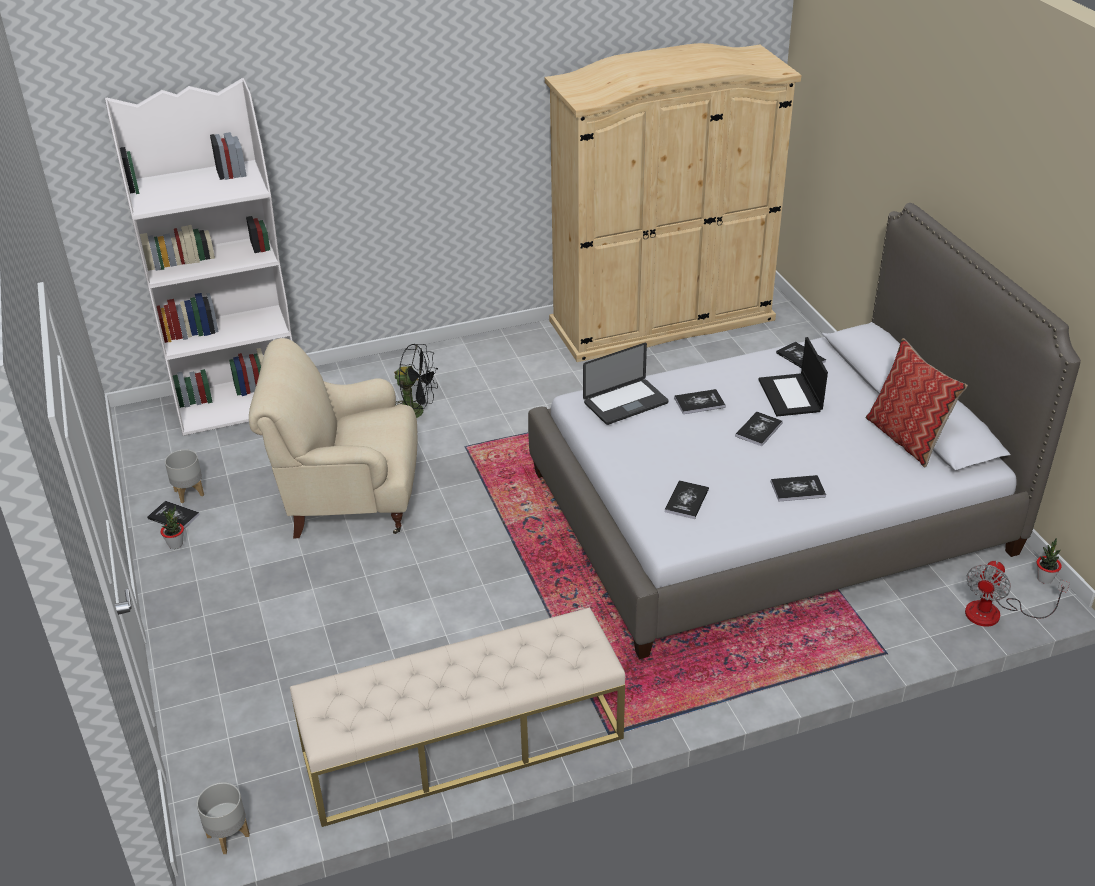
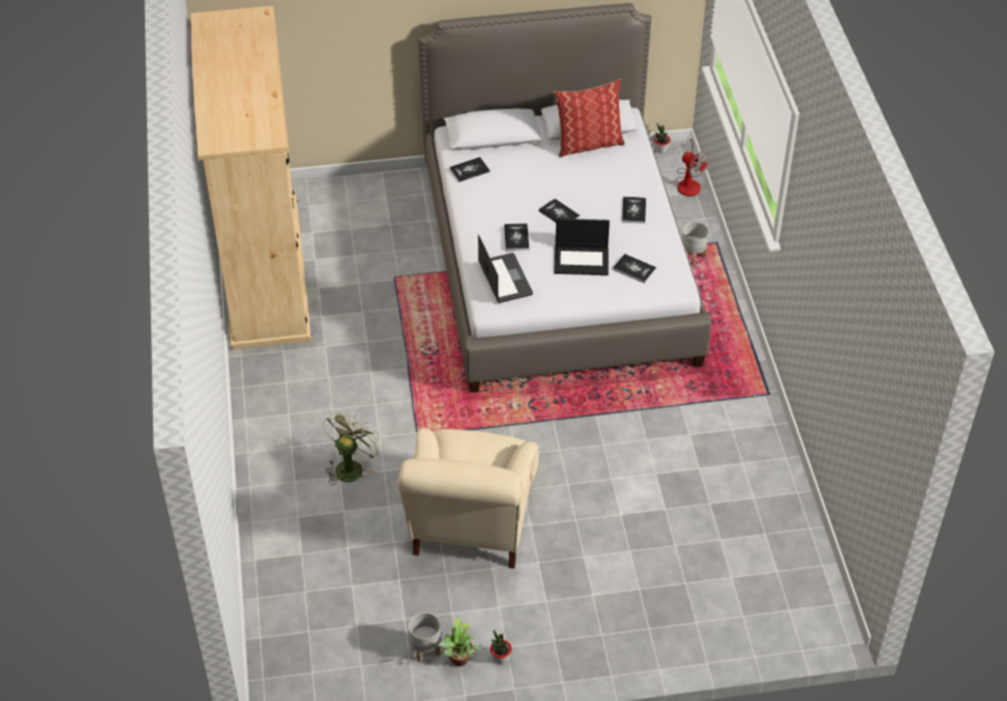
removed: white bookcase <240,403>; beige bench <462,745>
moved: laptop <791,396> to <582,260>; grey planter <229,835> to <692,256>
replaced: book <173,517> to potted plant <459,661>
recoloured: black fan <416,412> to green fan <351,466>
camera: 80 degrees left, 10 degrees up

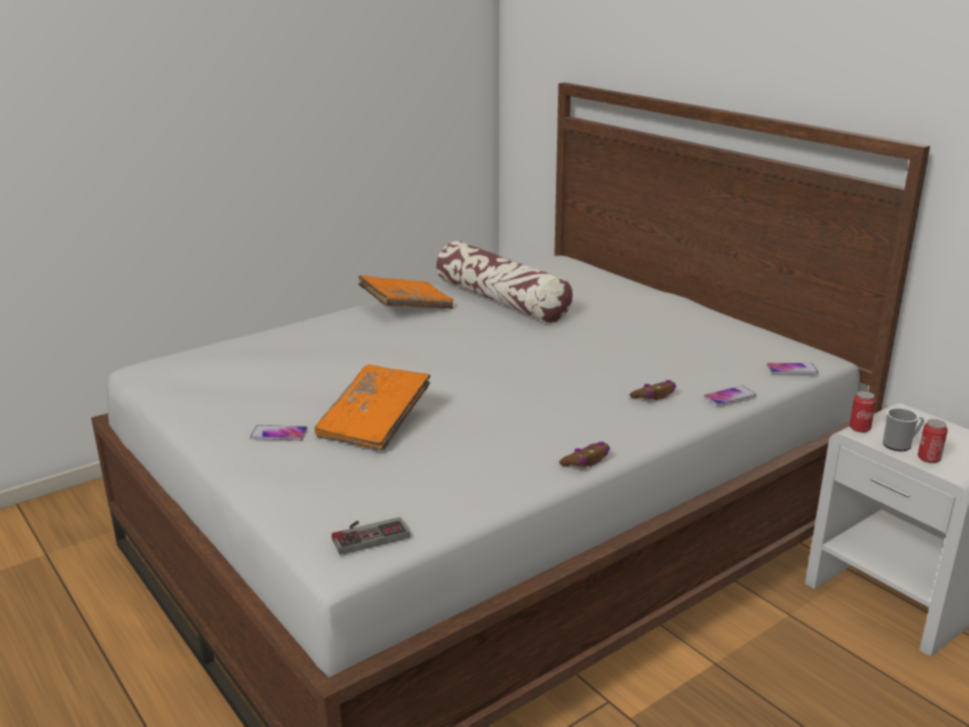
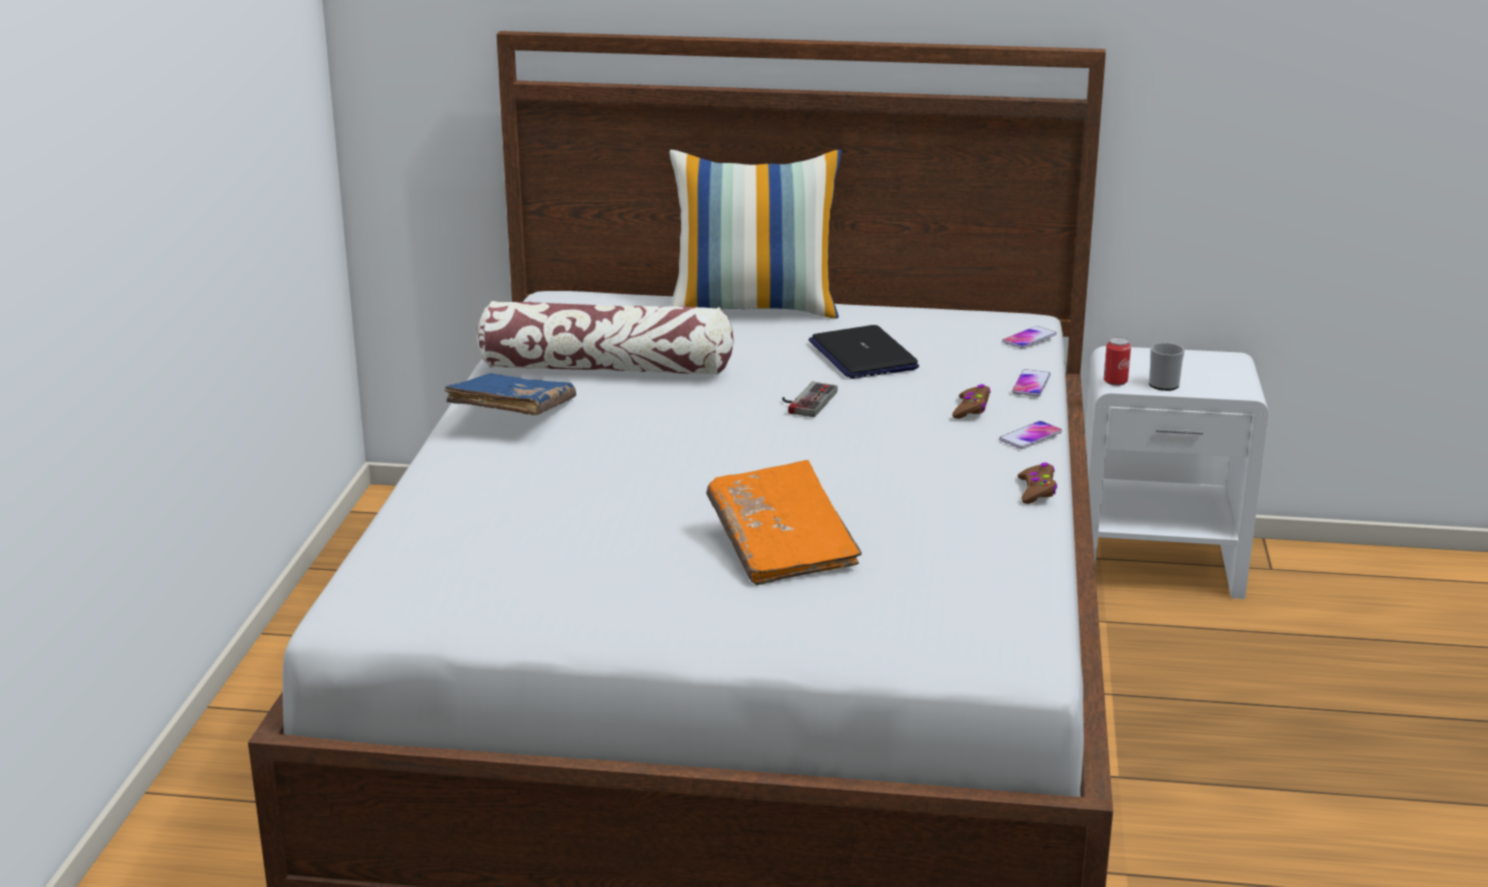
removed: can <928,459>
added: pillow <754,308>; laptop <862,355>
moved: game controller <368,533> to <804,401>; phone <279,434> to <1030,436>
recoloured: orange book <406,307> to blue book <512,416>
camera: 45 degrees left, 0 degrees up

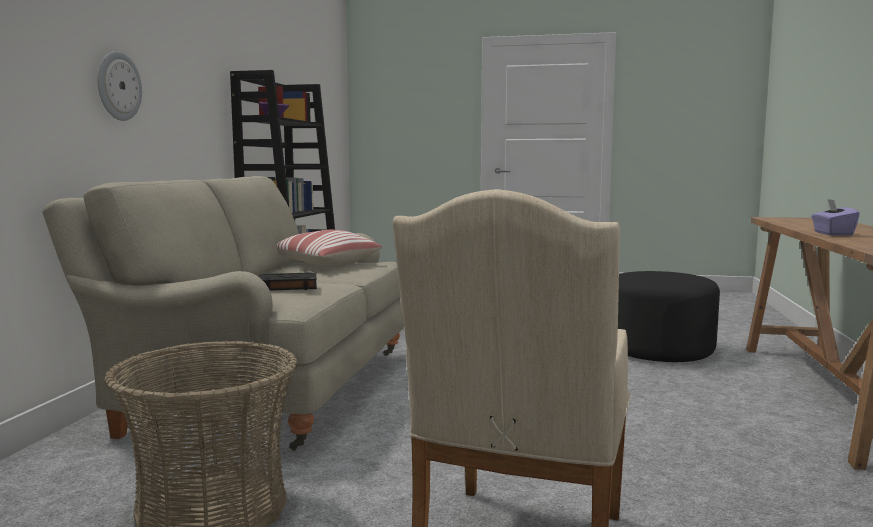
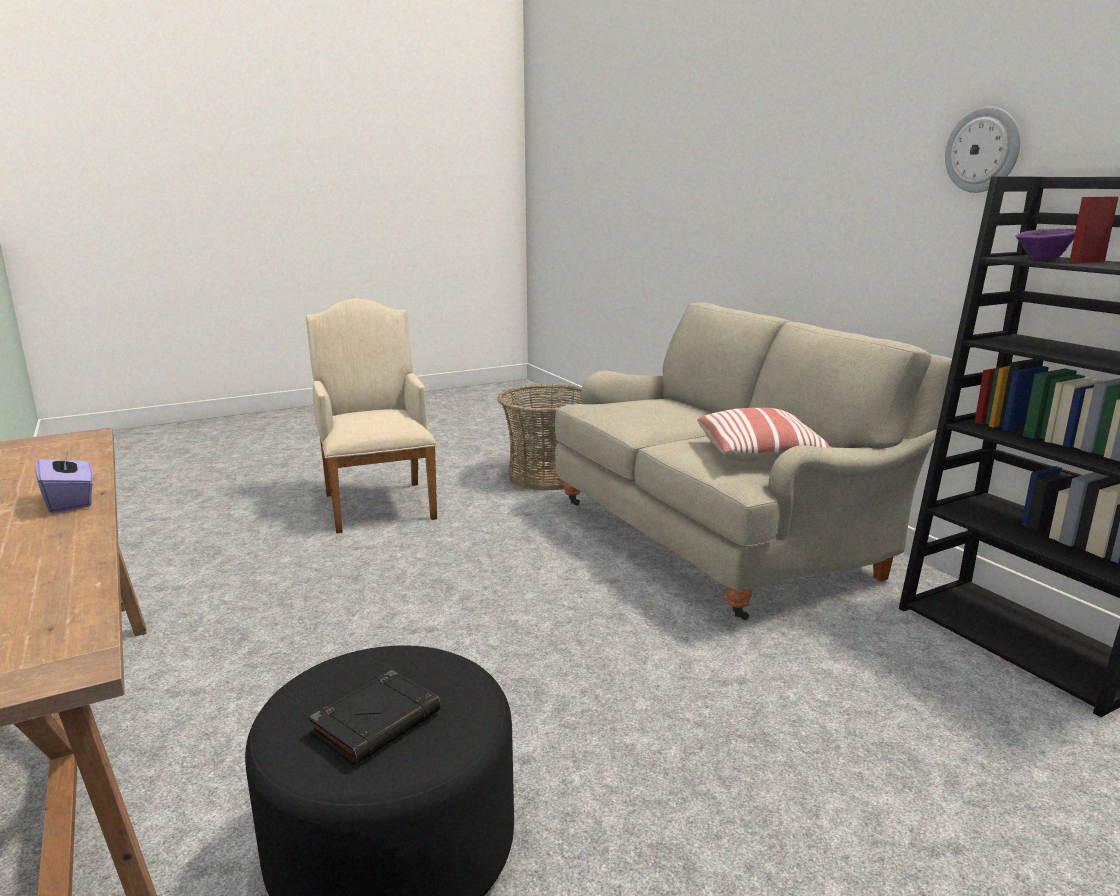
moved: black book <286,286> to <377,722>; wall clock <118,86> to <983,150>
camera: 140 degrees right, 10 degrees up

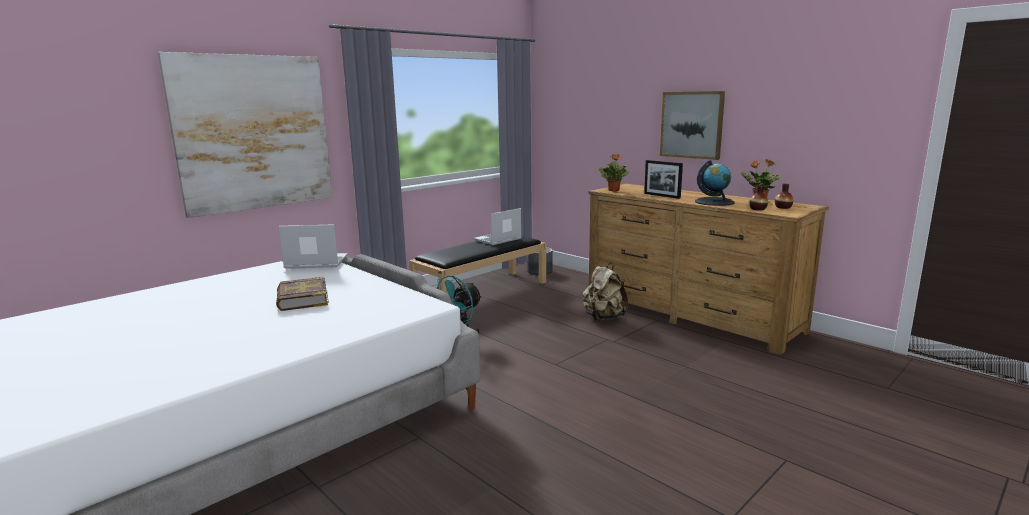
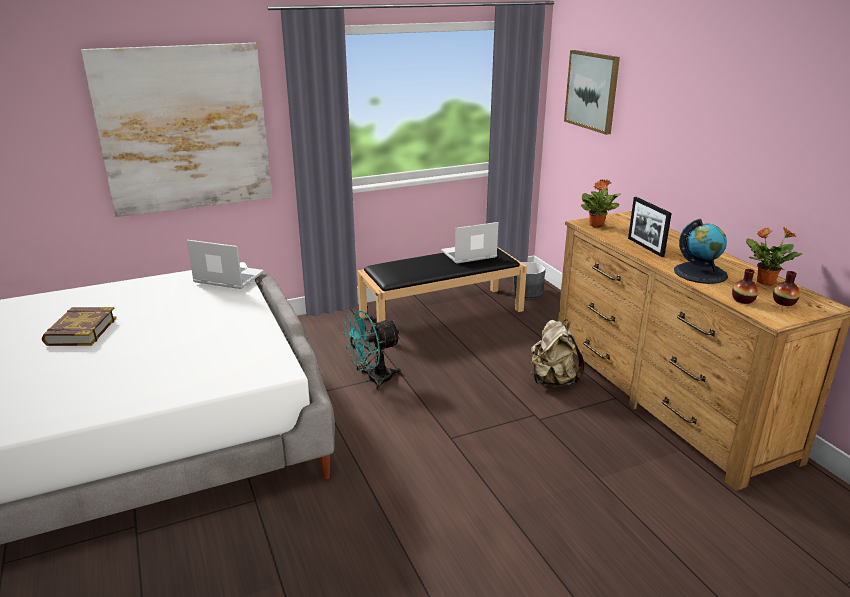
moved: book <302,299> to <81,331>; picture <692,125> to <592,91>
camera: 20 degrees right, 10 degrees up

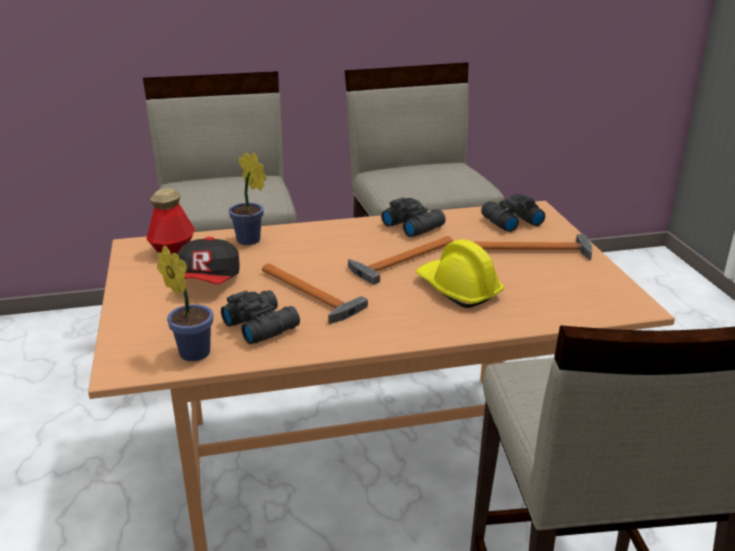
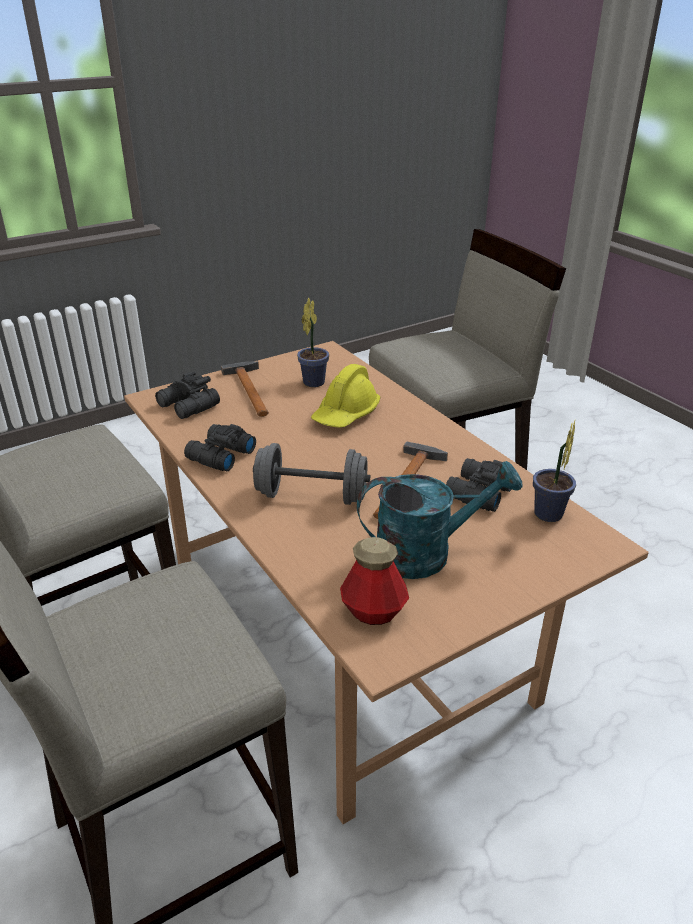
removed: hammer <400,261>
added: grey dumbbell <311,496>
moved: potted plant <251,241> to <315,381>
replaced: cap <208,281> to turquoise watering can <426,553>
camera: 110 degrees left, 5 degrees up

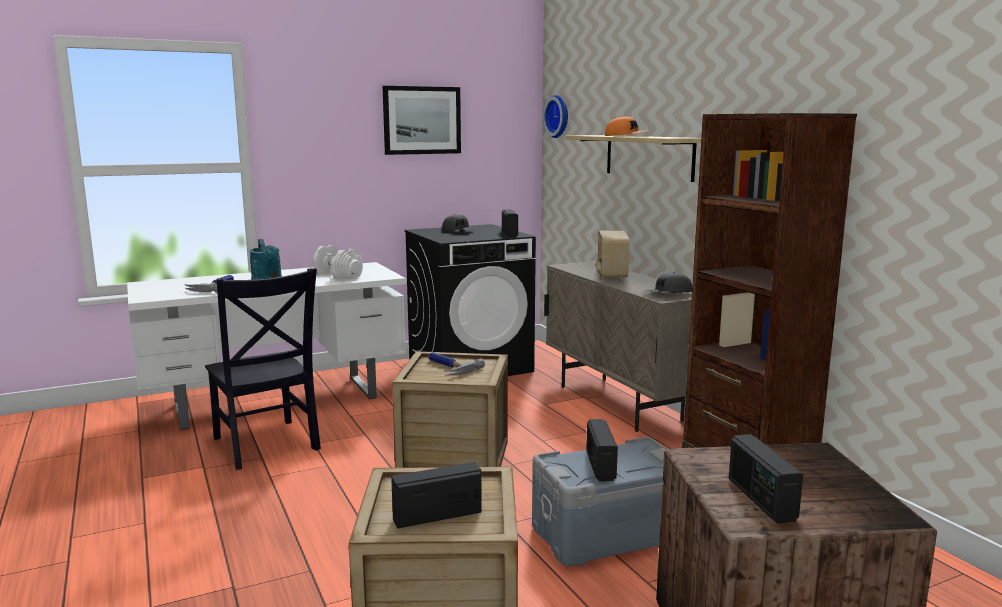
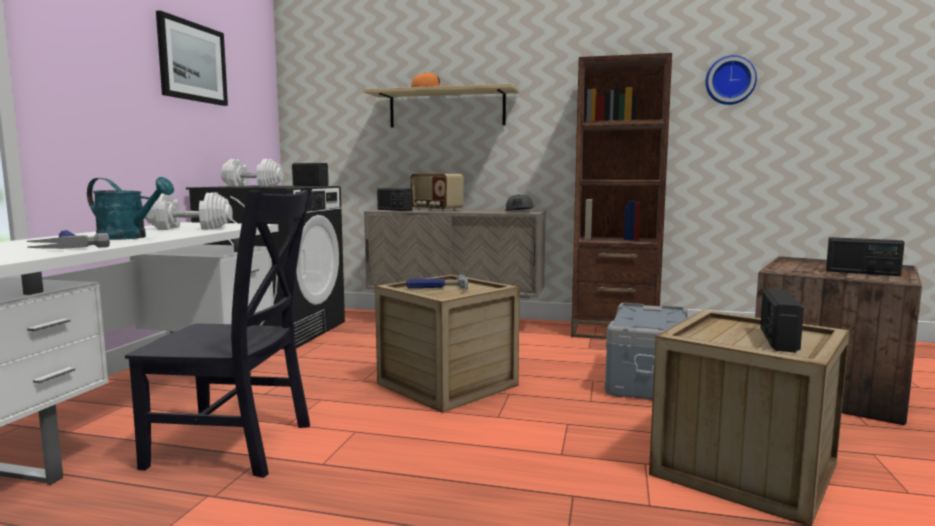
moved: radio <600,465> to <394,210>; wall clock <559,116> to <729,80>
replaced: grey cap <458,231> to white dumbbell <253,186>
camera: 50 degrees left, 5 degrees down

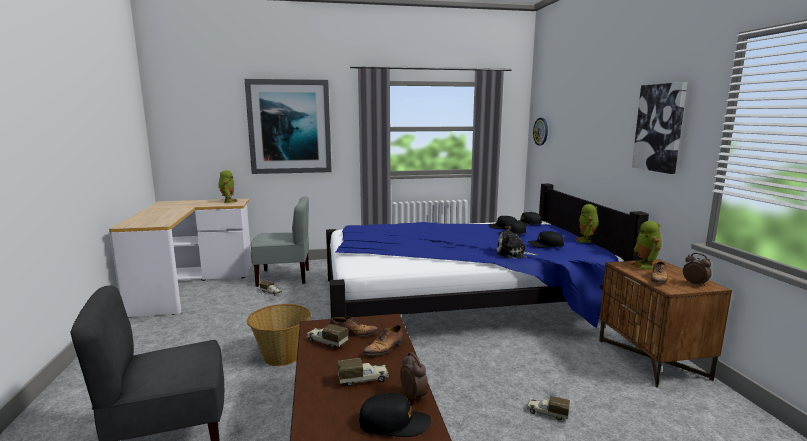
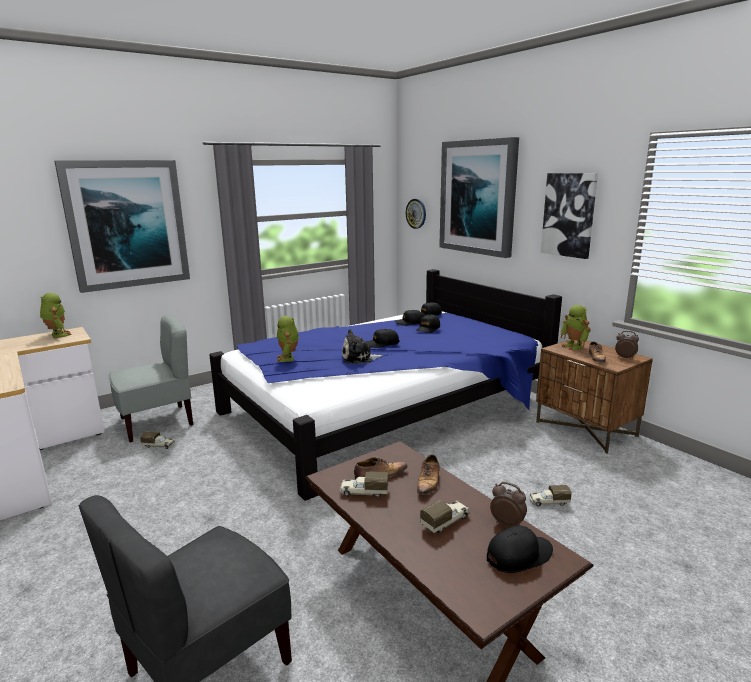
removed: basket <282,356>
added: picture <478,197>
moved: toy robot <586,241> to <288,358>; plush toy <513,254> to <359,358>; black cap <545,245> to <381,344>
camera: 25 degrees left, 5 degrees up

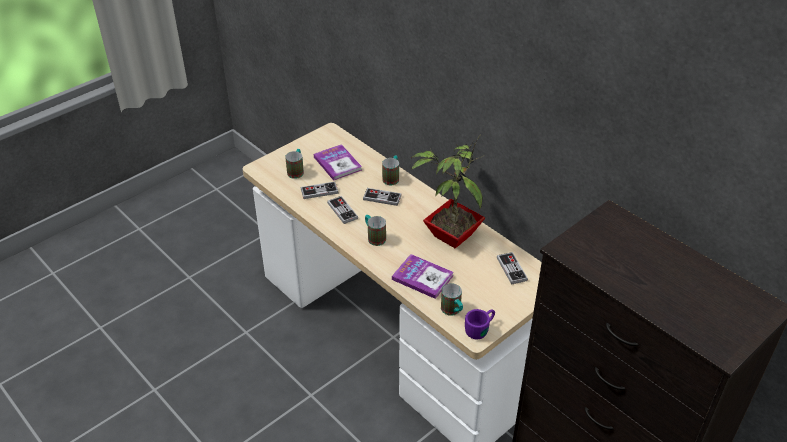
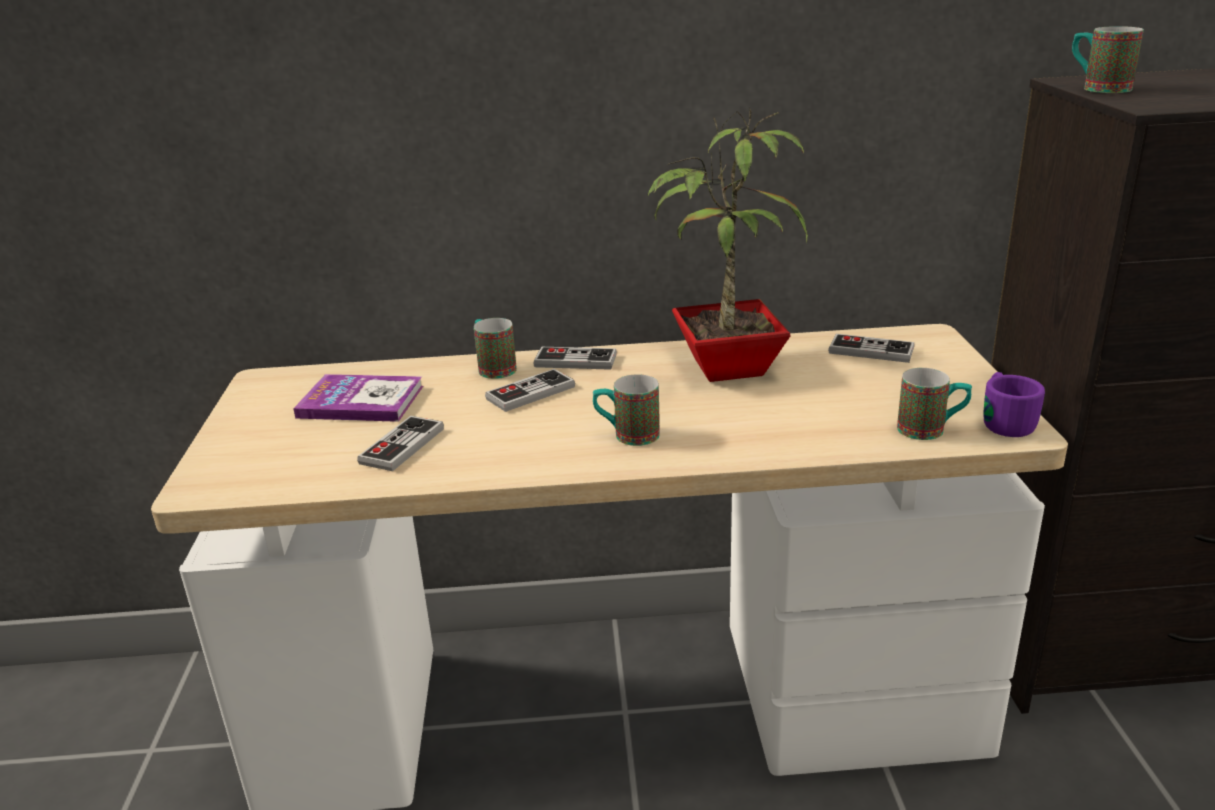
removed: book <422,277>
moved: game controller <342,211> to <575,361>; mug <296,171> to <1097,88>
camera: 50 degrees left, 15 degrees down

